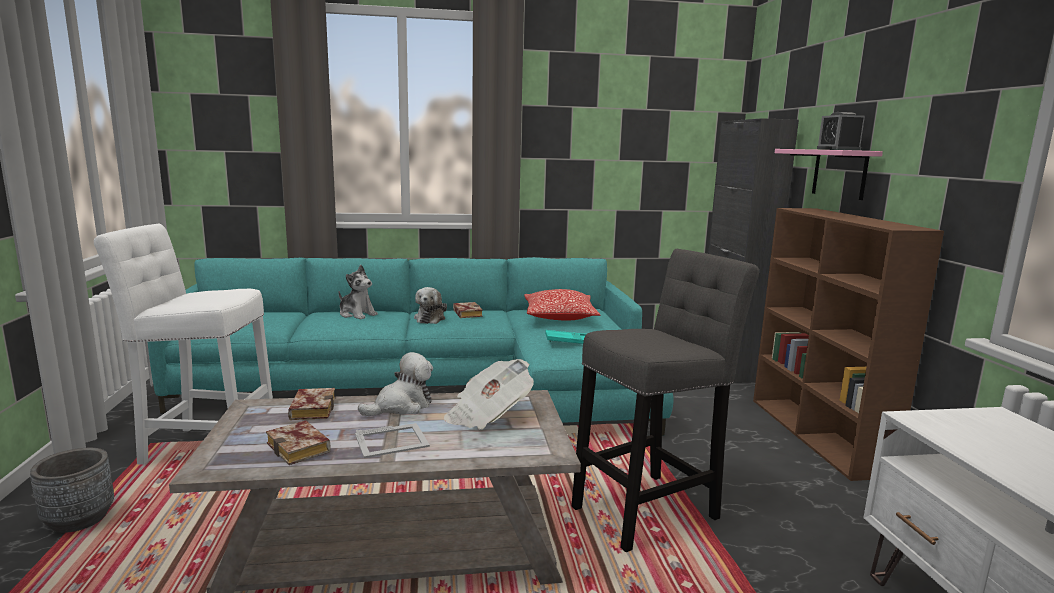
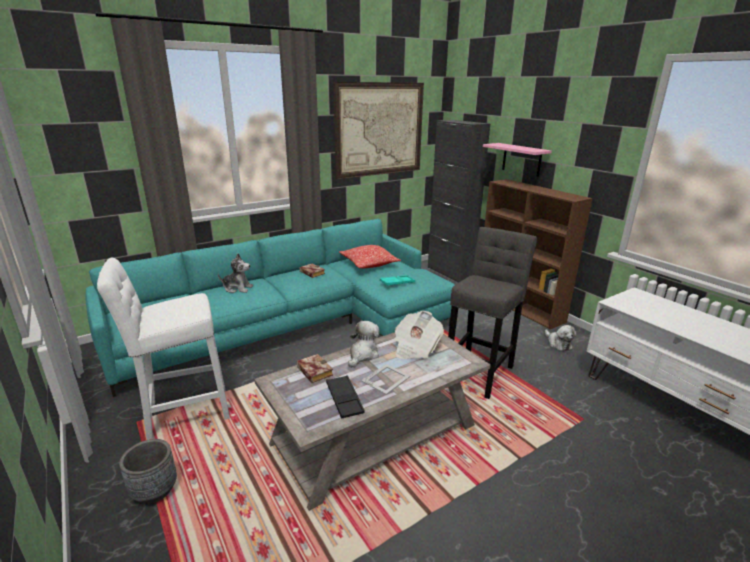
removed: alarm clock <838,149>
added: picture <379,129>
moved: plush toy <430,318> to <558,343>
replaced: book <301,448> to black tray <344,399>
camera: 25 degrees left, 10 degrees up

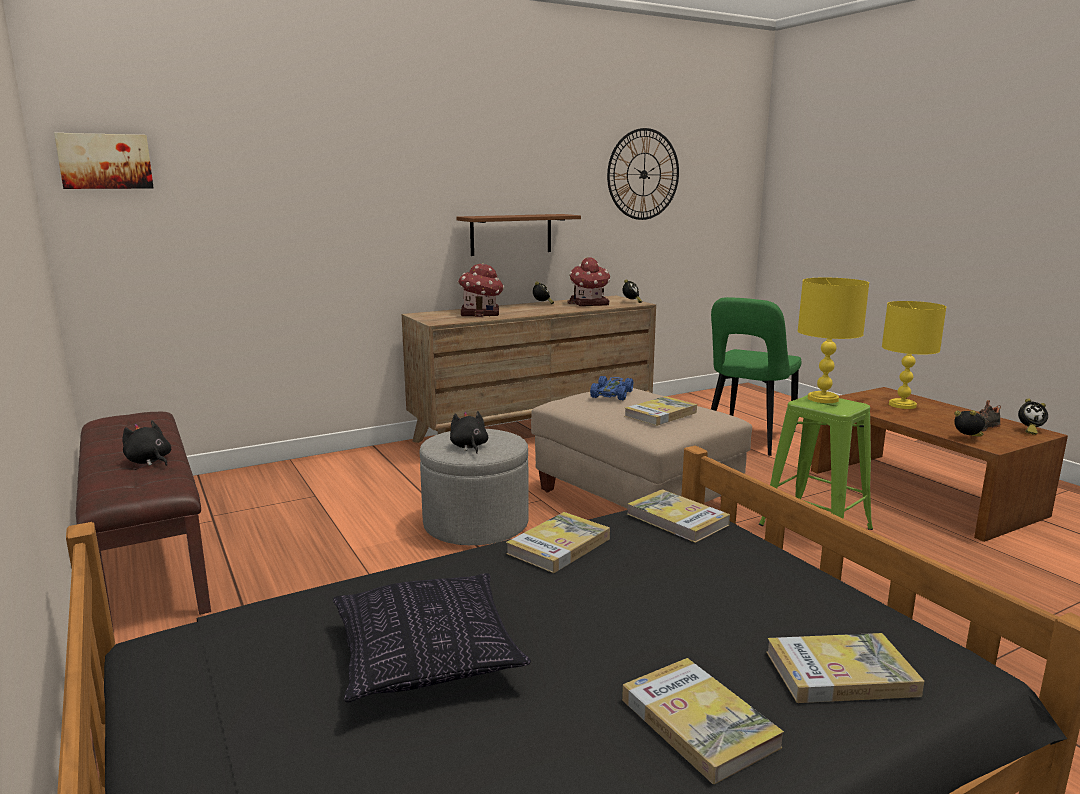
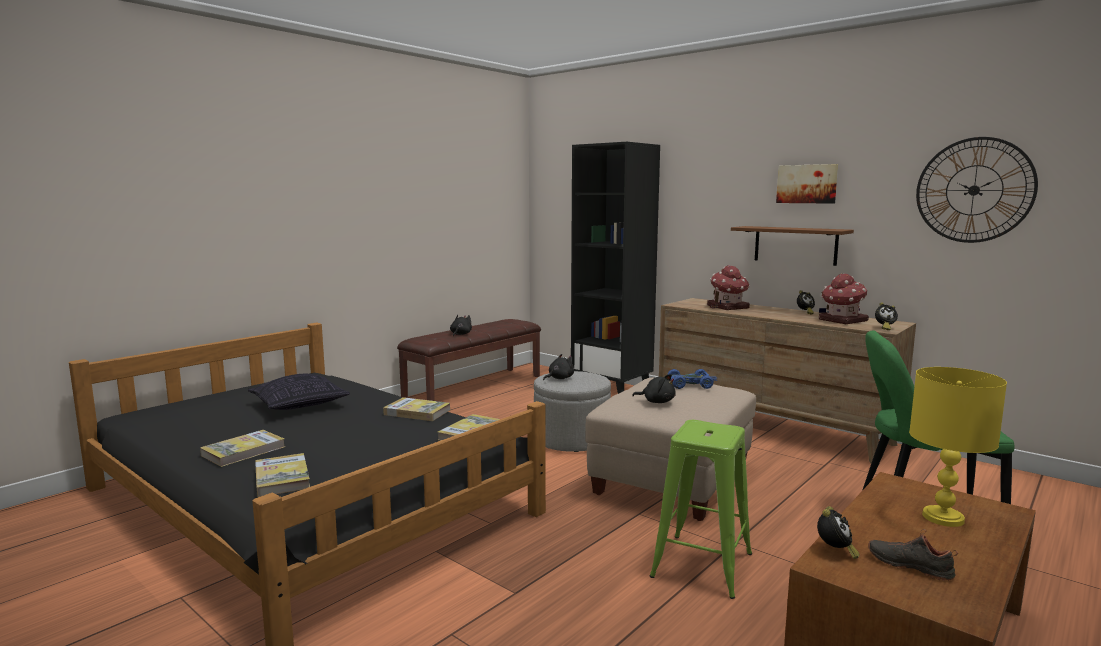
removed: yellow table lamp <822,399>; alarm clock <1029,430>
added: black bookcase <612,390>
moved: picture <105,161> to <807,184>
replaced: book <660,414> to black plush toy <657,401>
camera: 70 degrees right, 5 degrees down

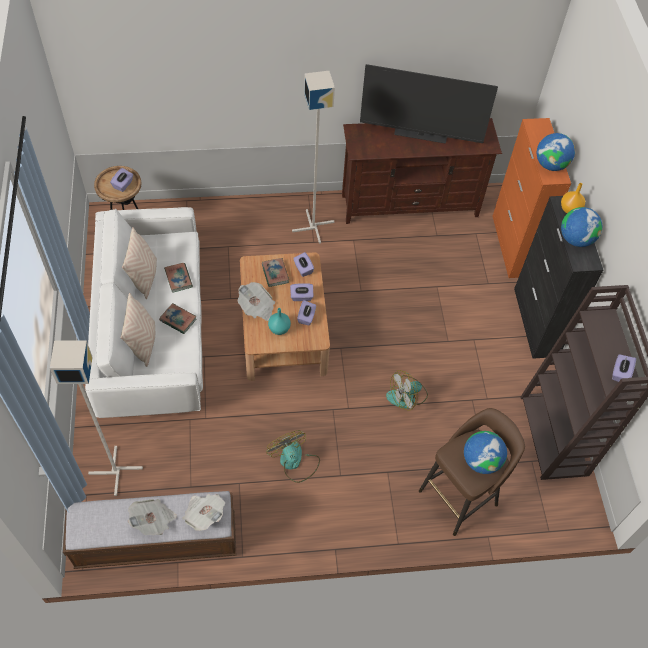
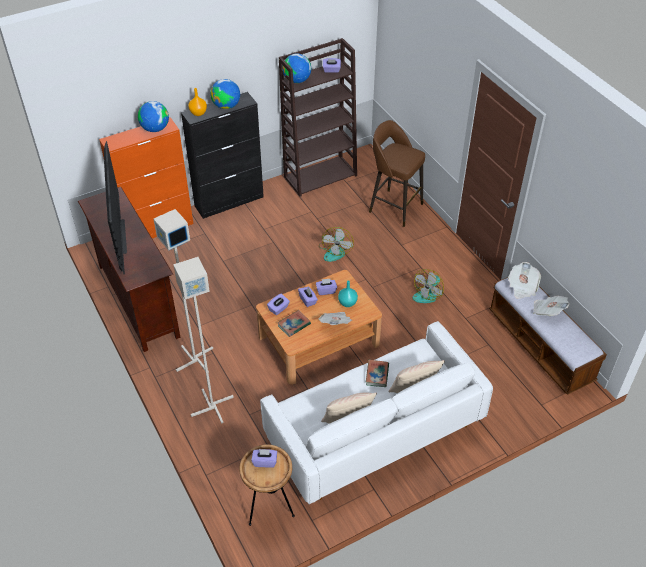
removed: book <178,279>
moved: grey floor lamp <115,470> to <211,406>; globe <481,461> to <297,80>
turned: fan <407,396> = <335,251> 60 degrees clockwise
camera: 110 degrees left, 10 degrees down

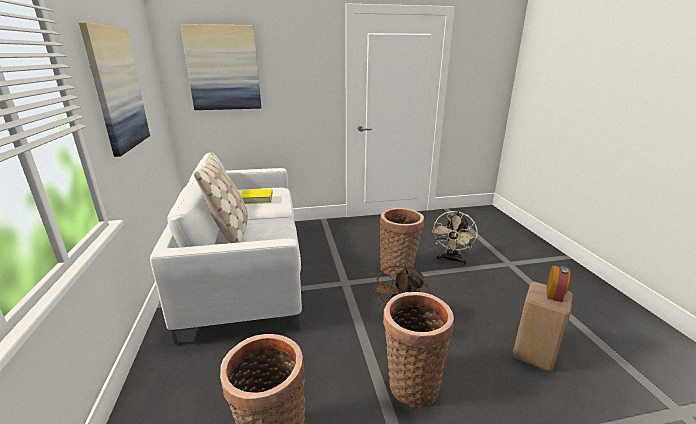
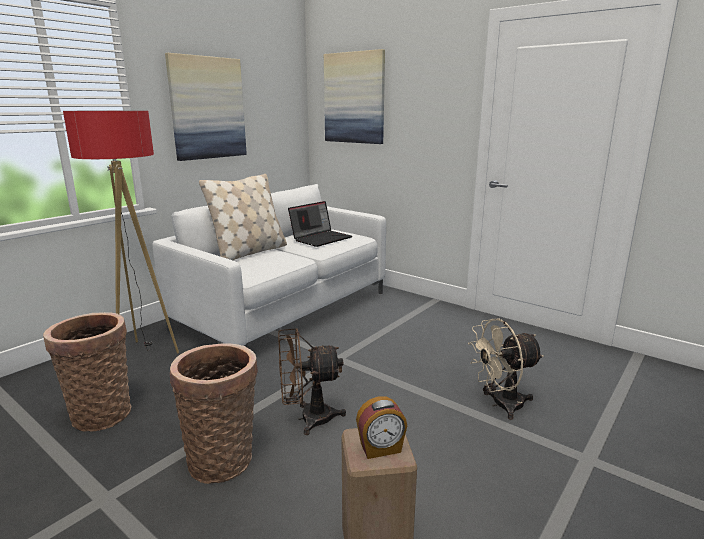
removed: basket <398,268>
added: floor lamp <144,354>
replaced: yellow book <257,199> to laptop <321,238>
camera: 50 degrees right, 5 degrees down

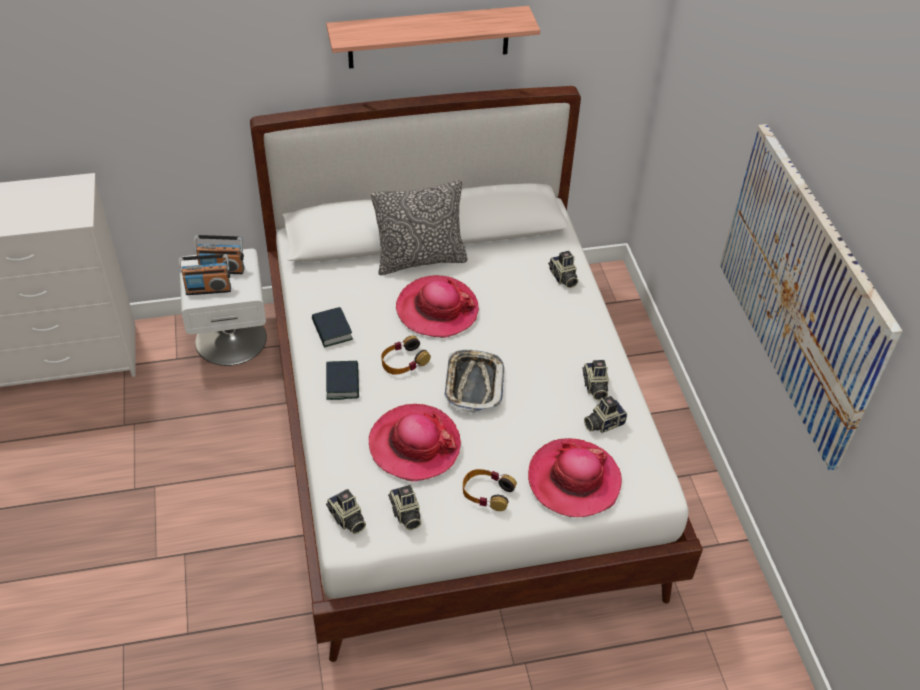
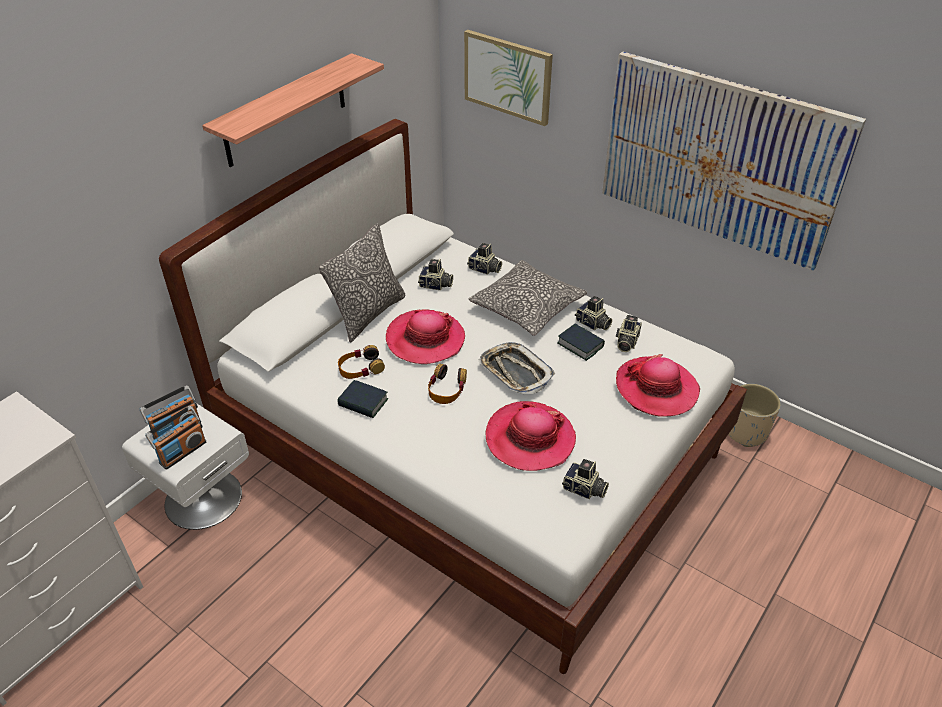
added: picture <508,76>; pillow <527,307>; beige planter <745,432>
moved: headphones <487,493> to <360,368>; photo camera <347,519> to <436,285>; book <343,383> to <580,345>
camera: 40 degrees left, 5 degrees down

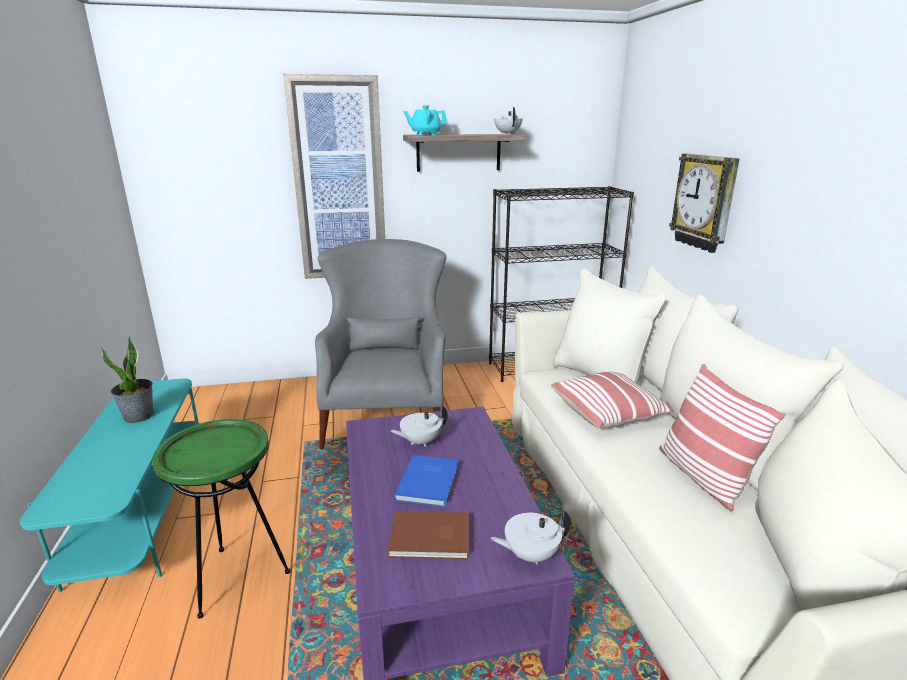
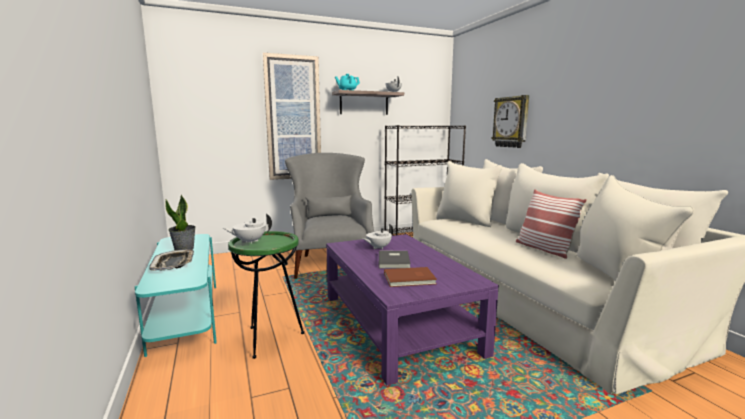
removed: pillow <608,412>
added: tray <174,263>
moved: white teapot <530,554> to <249,241>
recoloured: blue book <430,482> to grey book <395,261>
camera: 10 degrees left, 10 degrees down

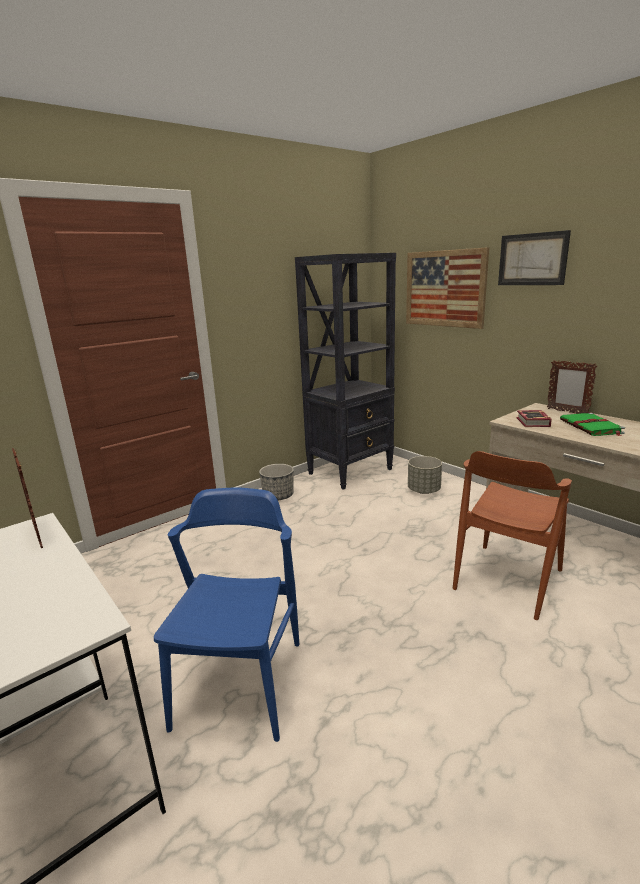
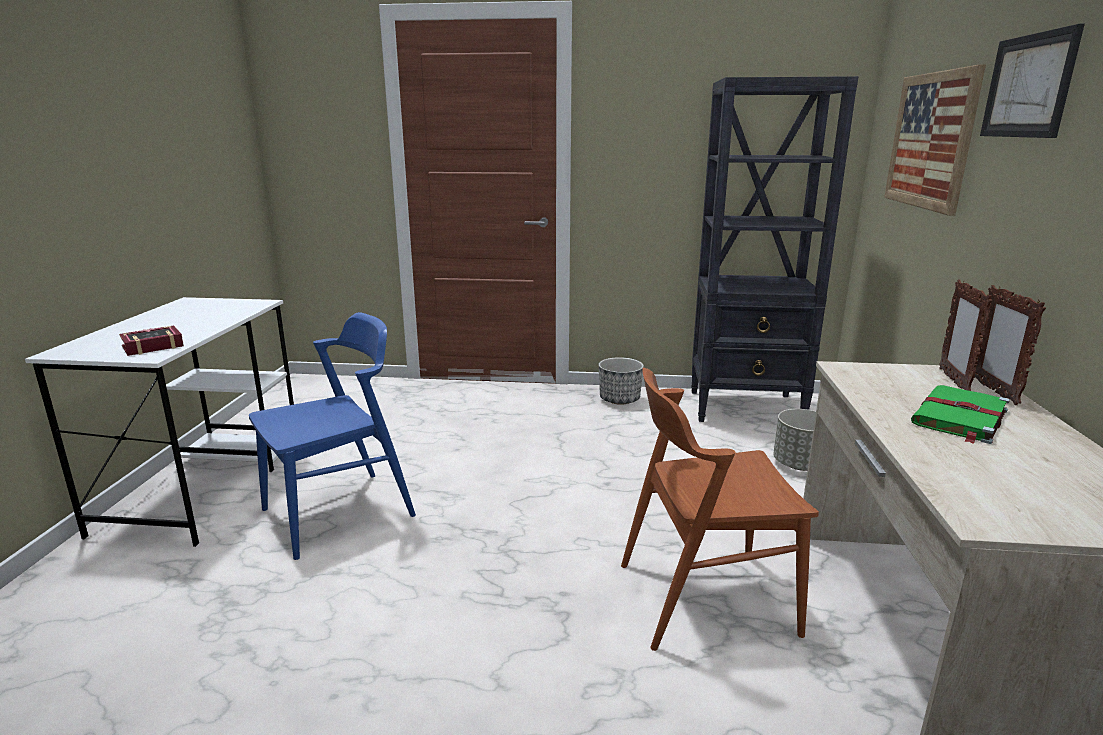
moved: book <532,423> to <150,346>; picture frame <38,534> to <953,381>
camera: 45 degrees right, 0 degrees up

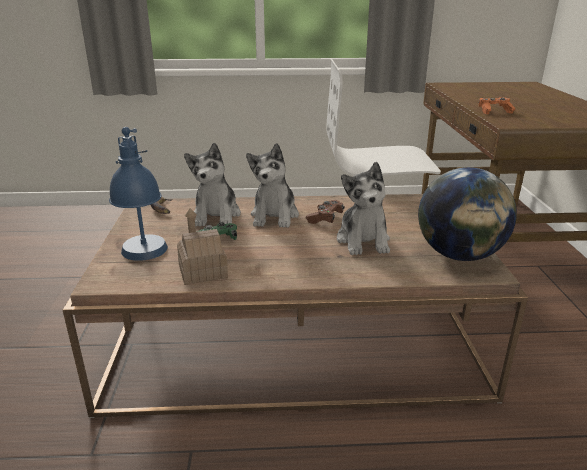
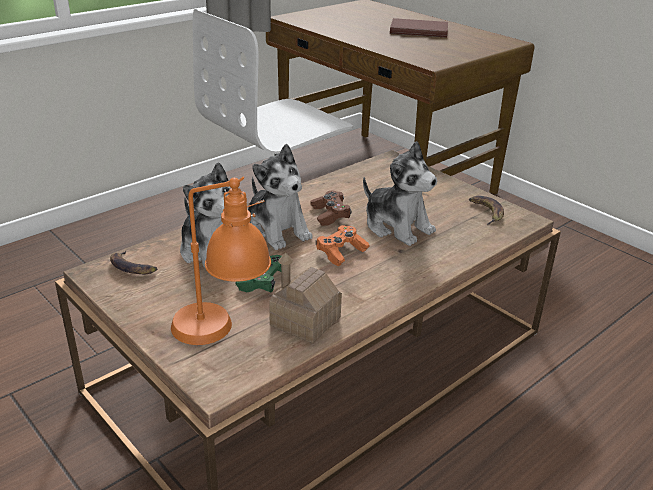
added: brown book <418,30>
moved: orange game controller <494,111> to <341,252>
replaced: globe <459,255> to banana <486,212>
recoloured: blue table lamp <146,259> to orange table lamp <222,335>
camera: 40 degrees left, 5 degrees up

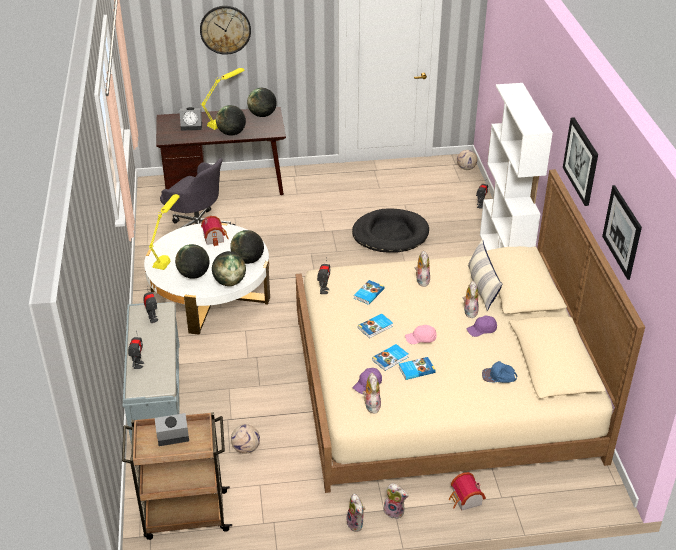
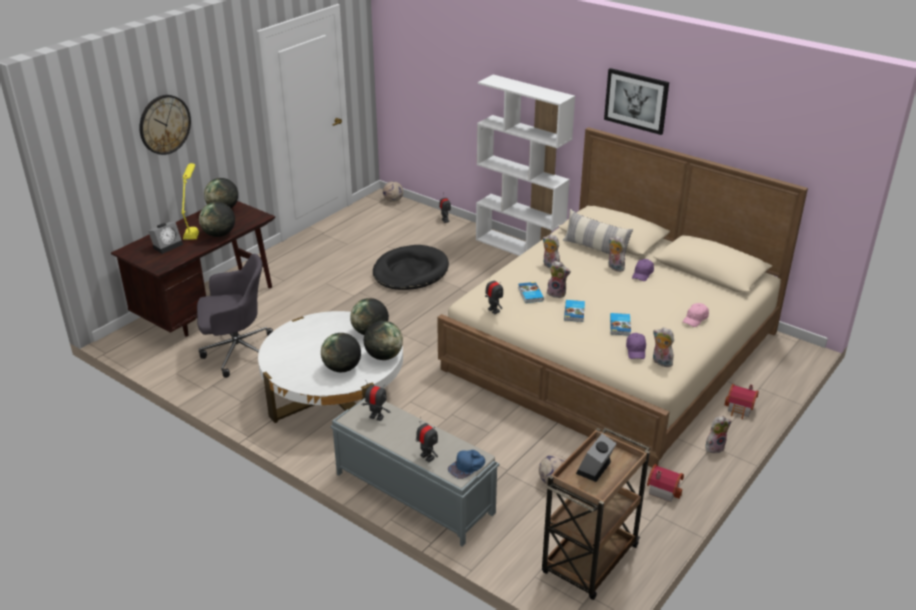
removed: yellow table lamp <168,256>; book <416,369>; picture <622,231>
moved: blue cap <499,376> to <467,467>; plush toy <356,524> to <557,293>; toy house <215,237> to <663,489>; pink cap <421,339> to <695,319>
camera: 45 degrees left, 5 degrees down

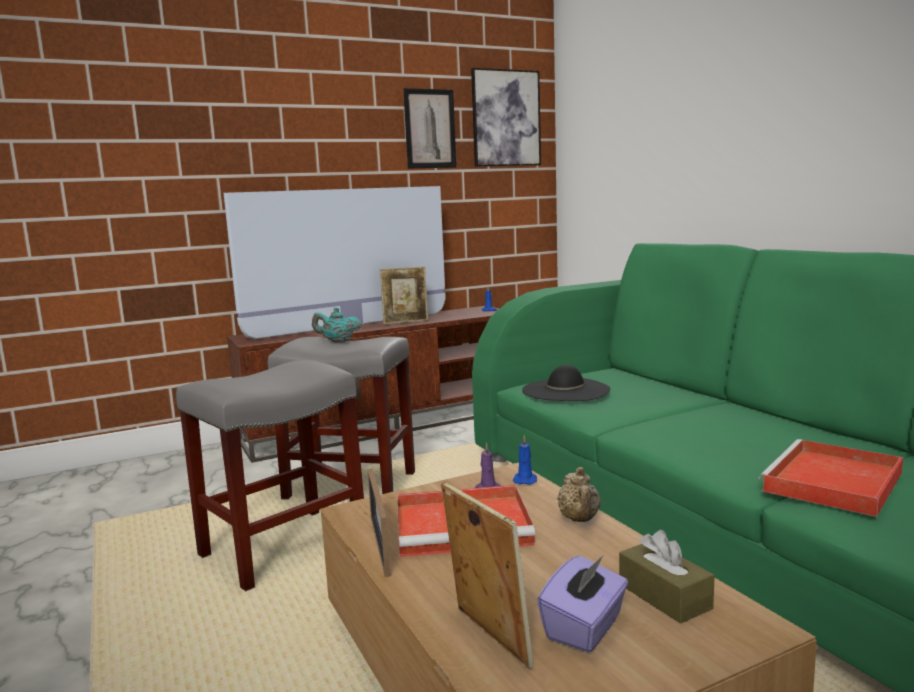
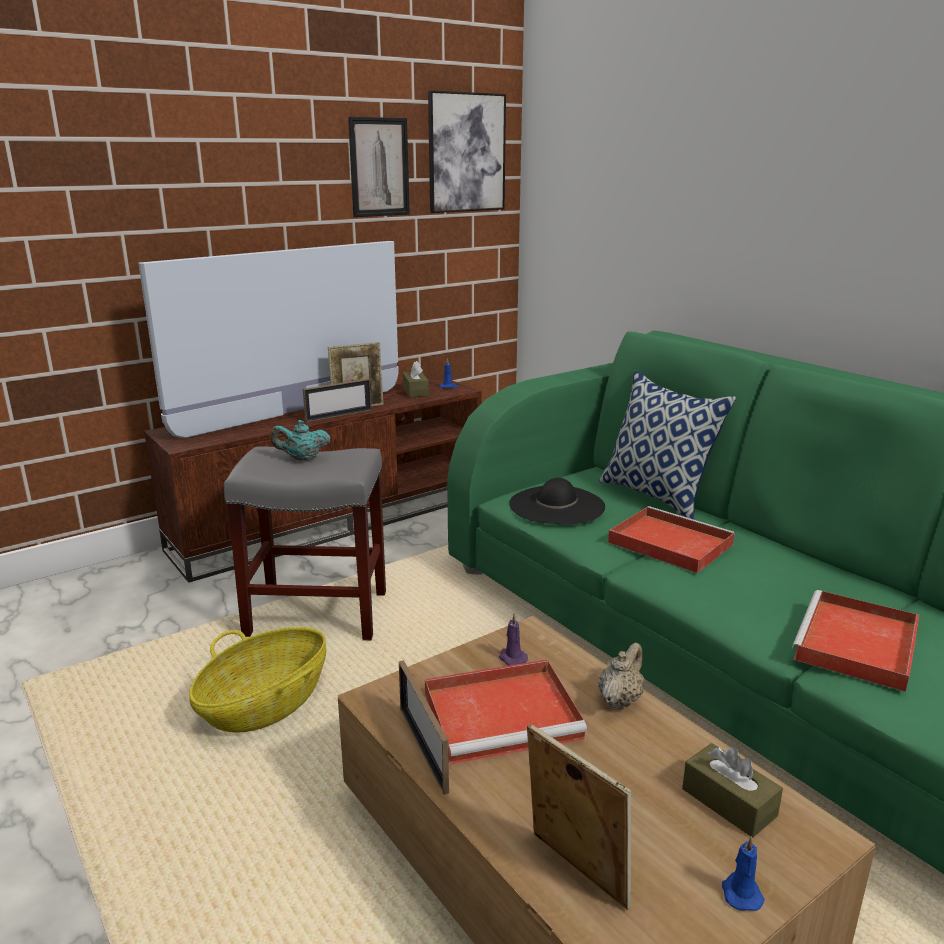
removed: purple tissue box <585,628>
added: picture frame <339,415>; brown tissue box <415,391>; pillow <657,496>; red tray <668,543>
moved: blue candle <525,480> to <740,893>
replaced: grey stool <284,546> to basket <265,704>
turned: beige teapot <579,520> = <620,700> 135 degrees counterclockwise
camera: 10 degrees left, 10 degrees up

